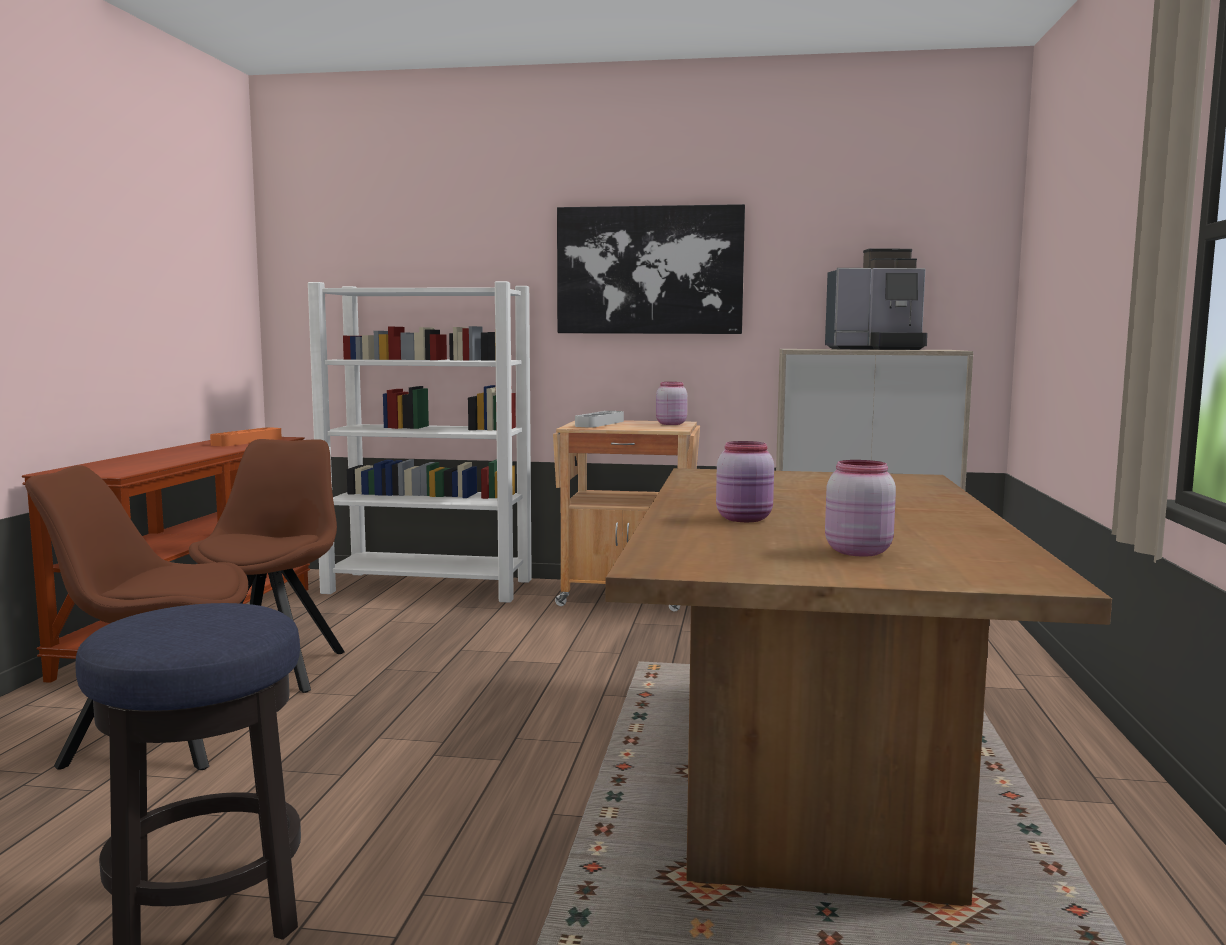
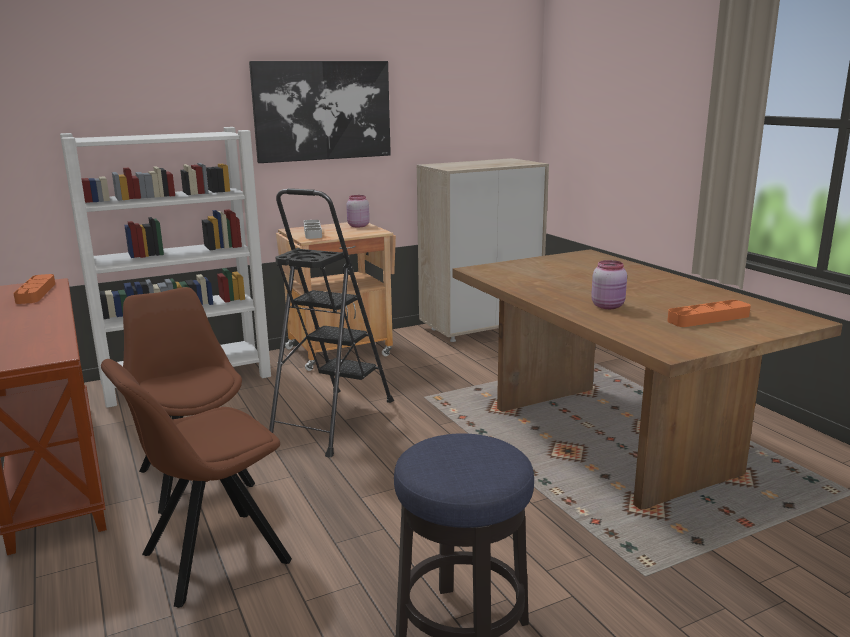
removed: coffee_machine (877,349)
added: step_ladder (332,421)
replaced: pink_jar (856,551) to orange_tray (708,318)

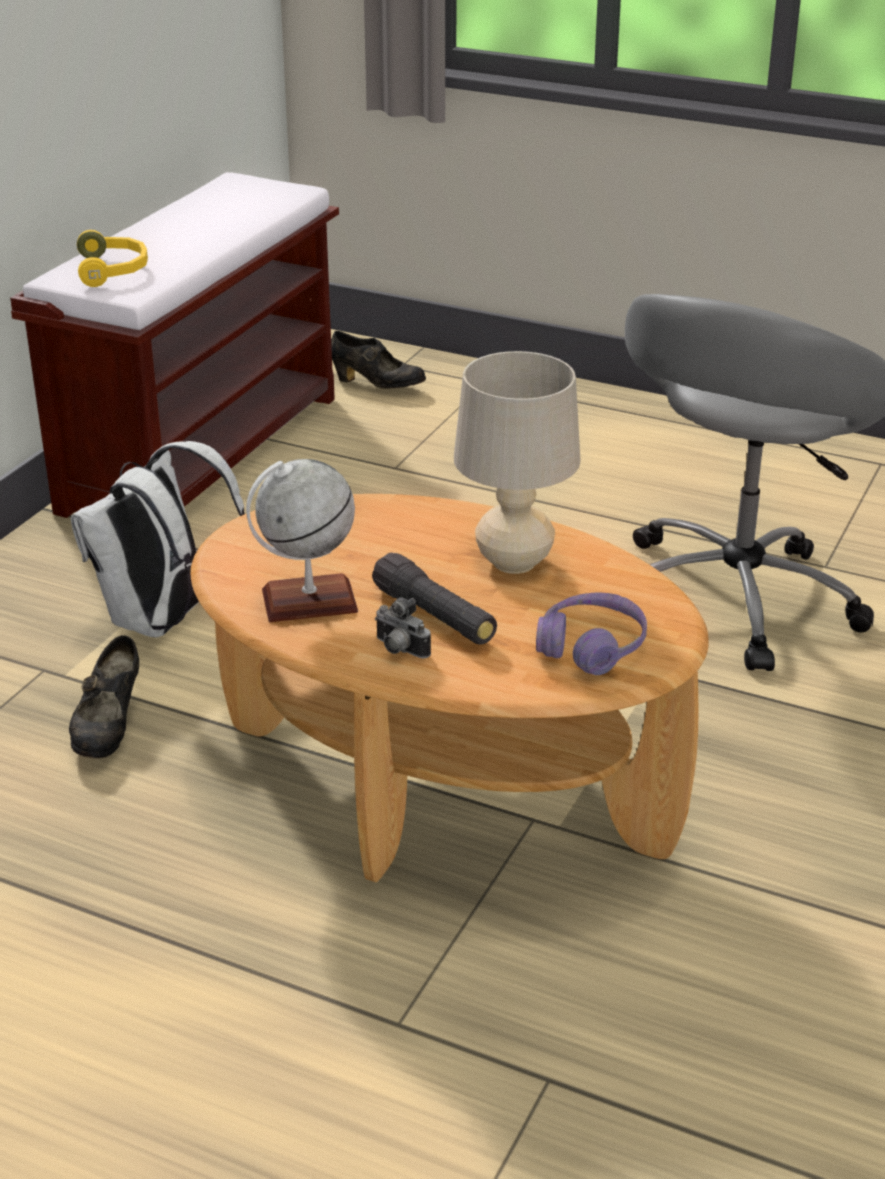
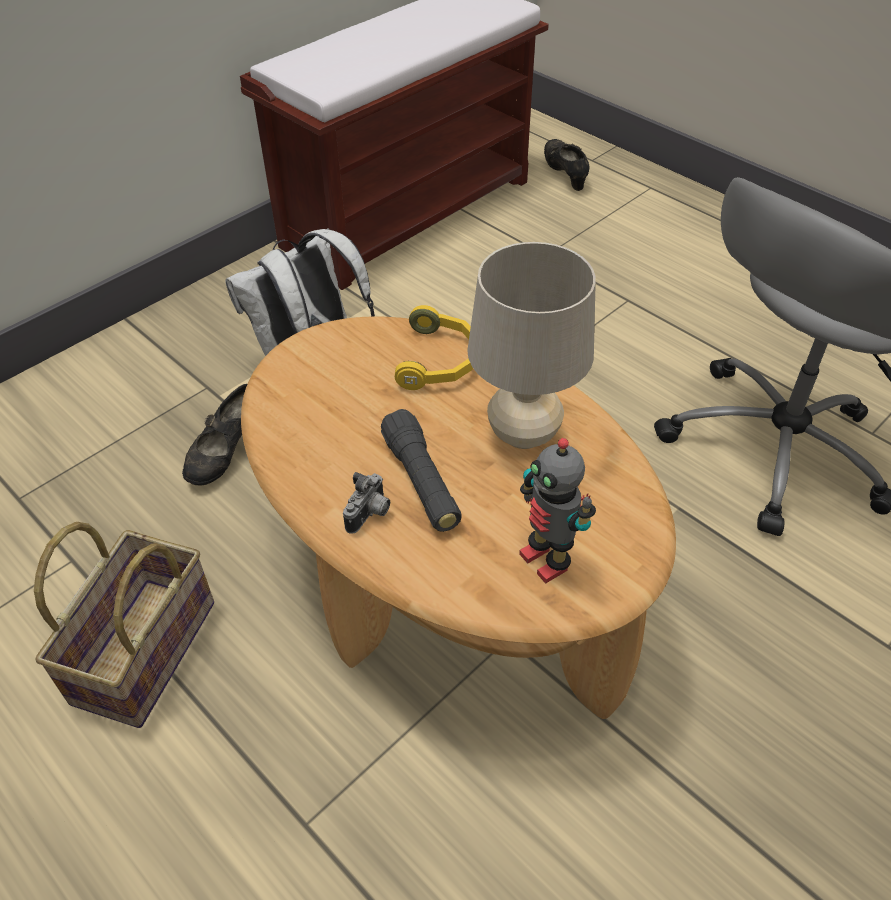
removed: globe (309,601)
added: basket (143,650)
moved: yellow_headphones (114,270) to (440,360)
replaced: purple_headphones (591,647) to toy_robot (546,560)
turned: photo_camera (399,650) = (370,515) 120 degrees counterclockwise; black_shoe (377,385) = (565,175) 150 degrees counterclockwise

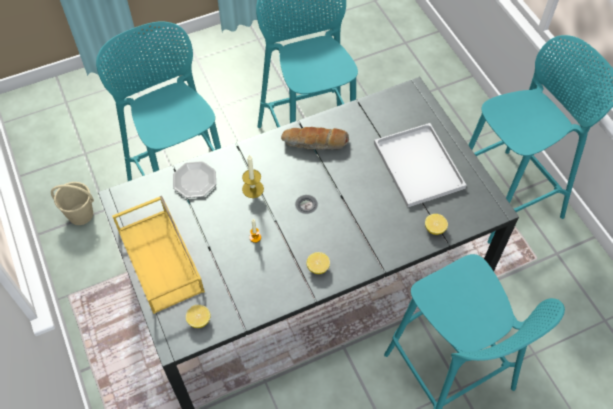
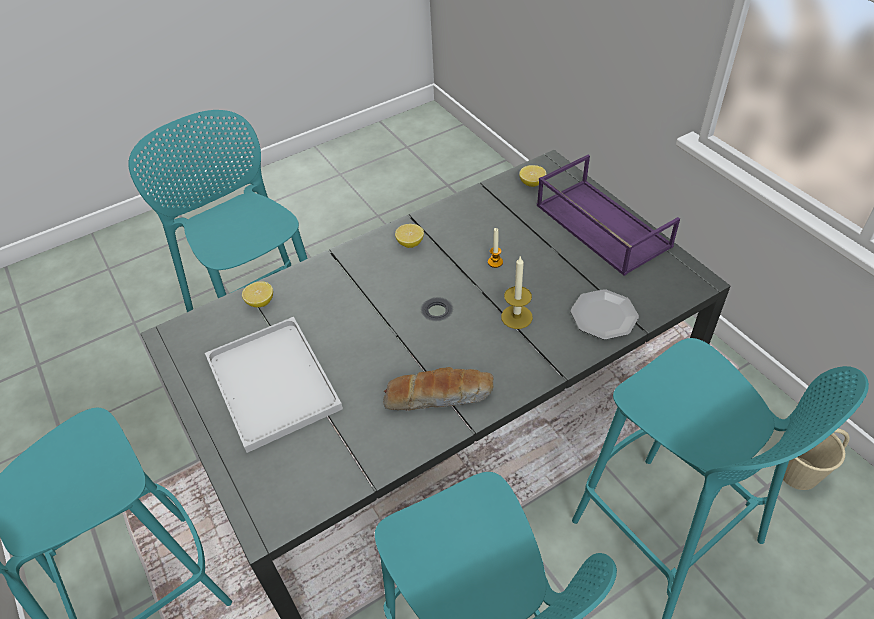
recoloured: yellow_tray (161,260) to purple_tray (600,225)

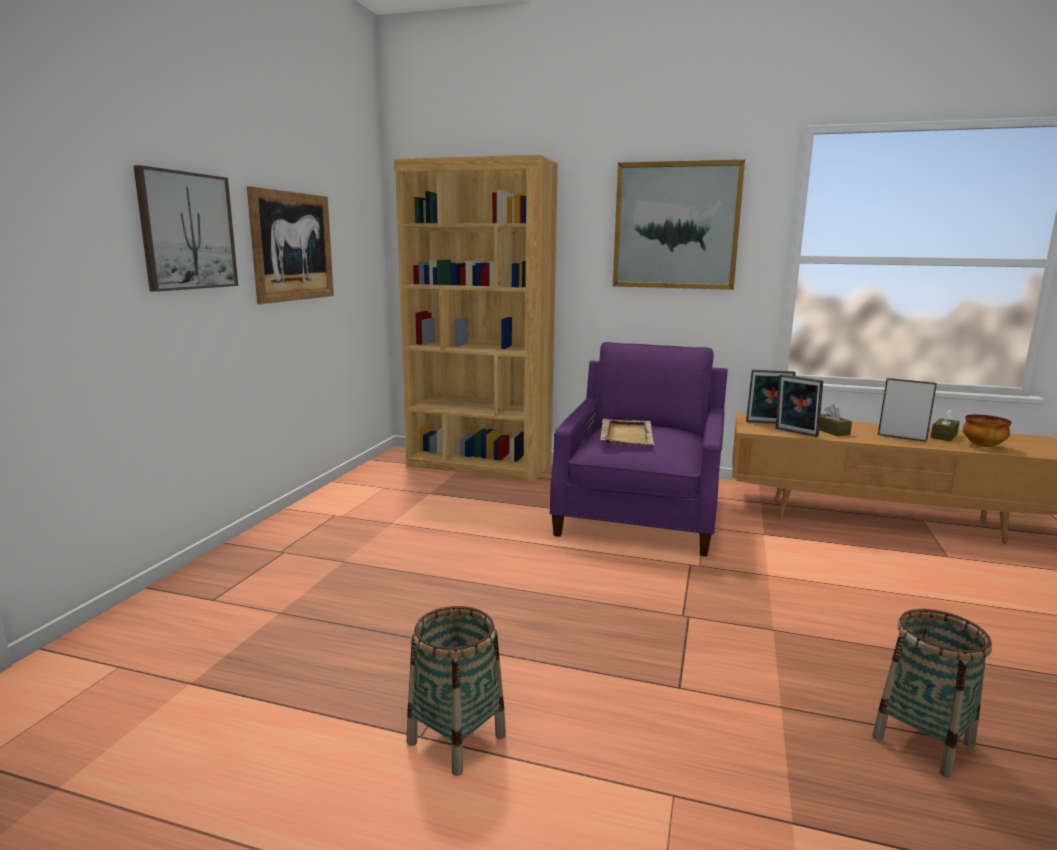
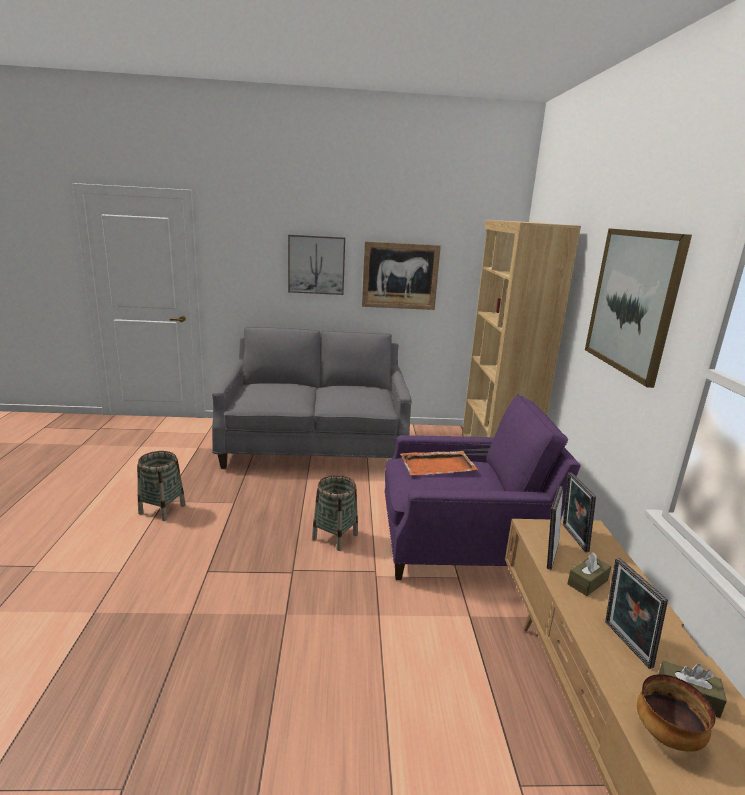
added: grey_sofa (315,445)
moved: basket (922,740) to (335,537)
recoloured: beige_tray (626,434) to orange_tray (438,465)
turned: picture_frame (902,437) = (624,644) 150 degrees clockwise

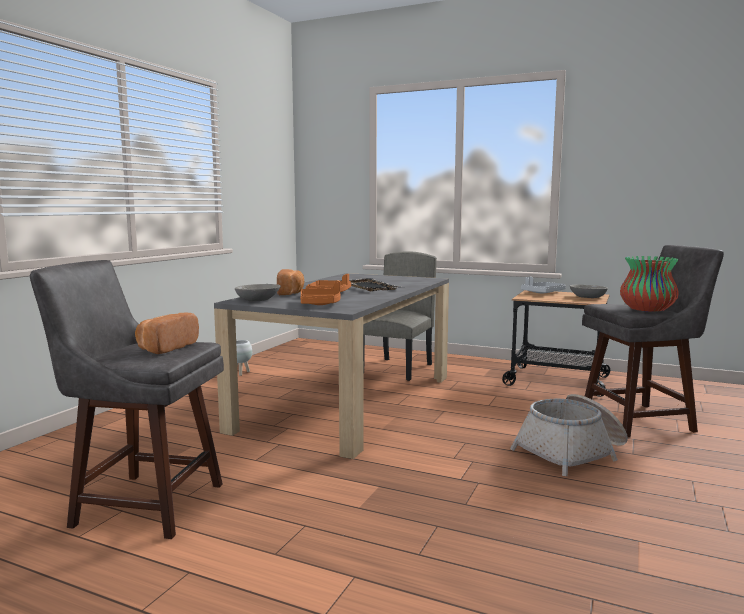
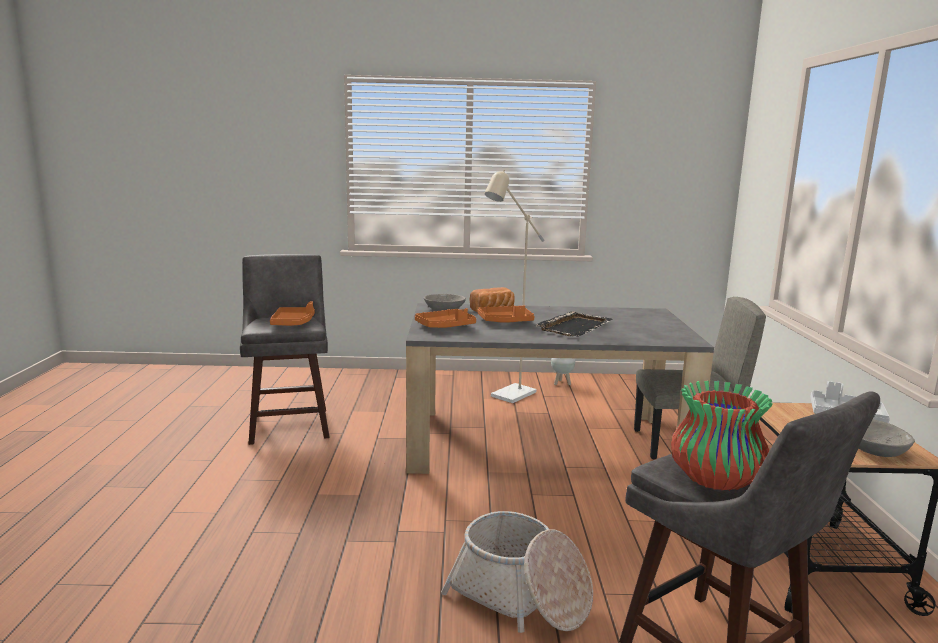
added: beige_floor_lamp (508,396)
replaced: bread (165,347) to orange_tray (293,323)

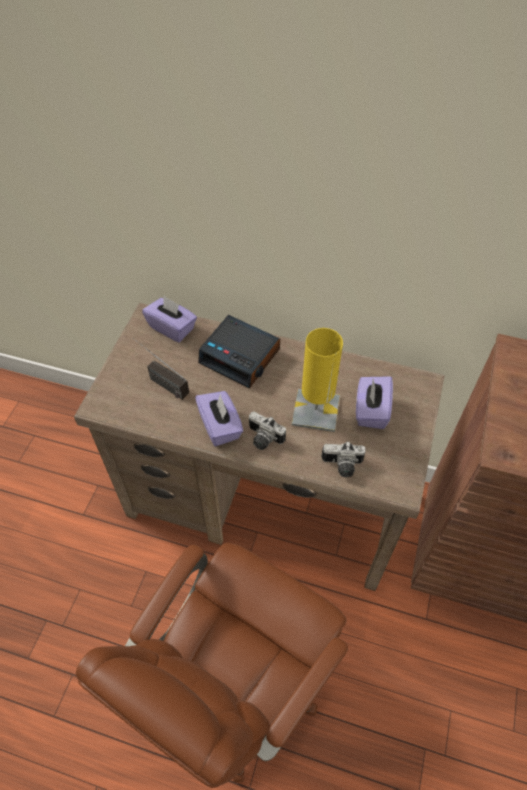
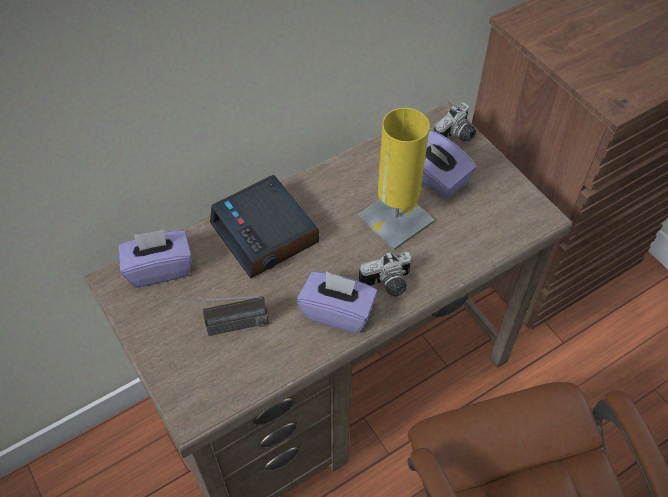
moved: photo_camera (342,466) to (456,136)
turned: alarm_clock (241,356) = (266,233) 75 degrees clockwise

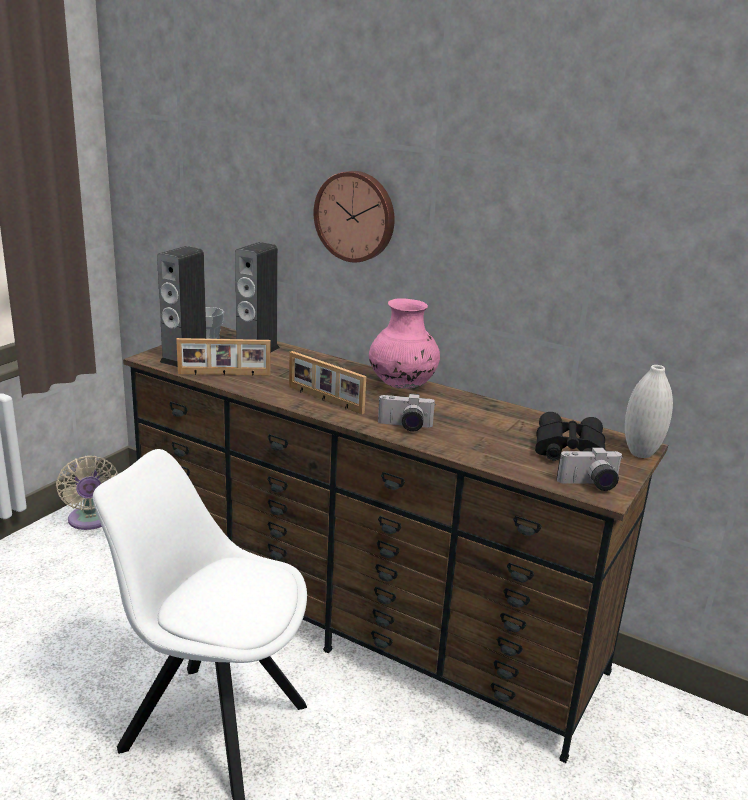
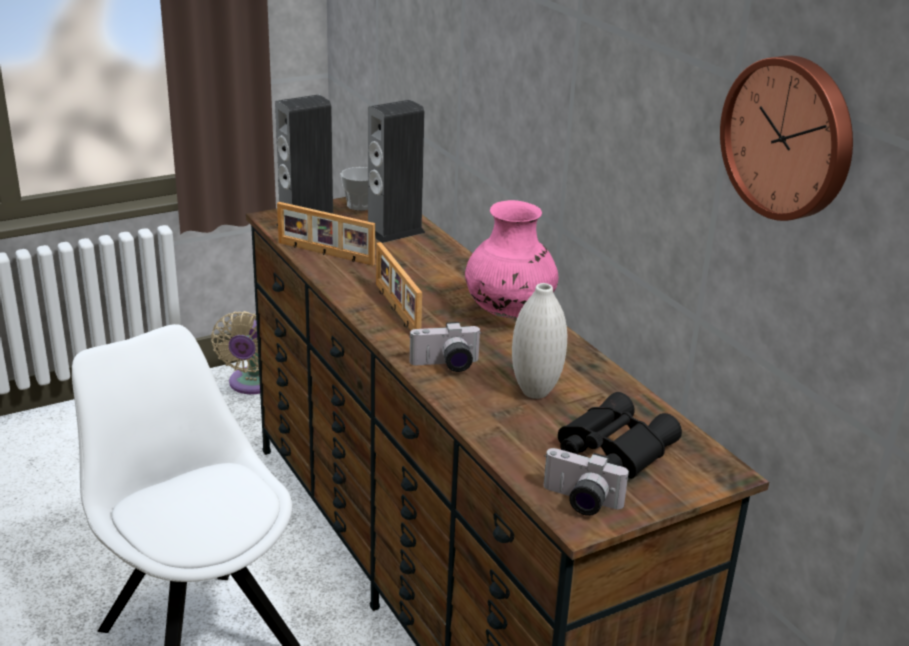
moved: white_vase (640,453) to (535,392); wall_clock (356,216) to (790,137)
turned: photo_camera (404,427) = (446,365) 45 degrees counterclockwise

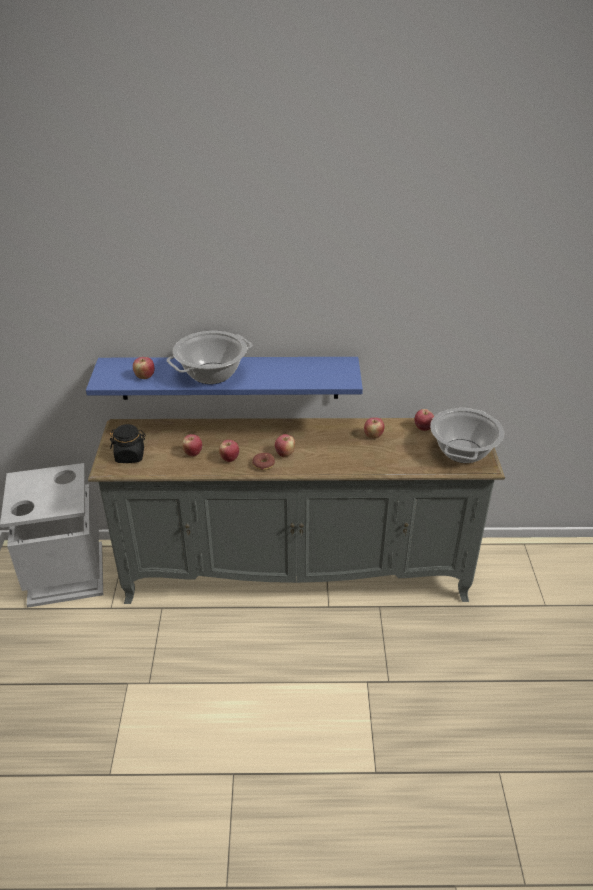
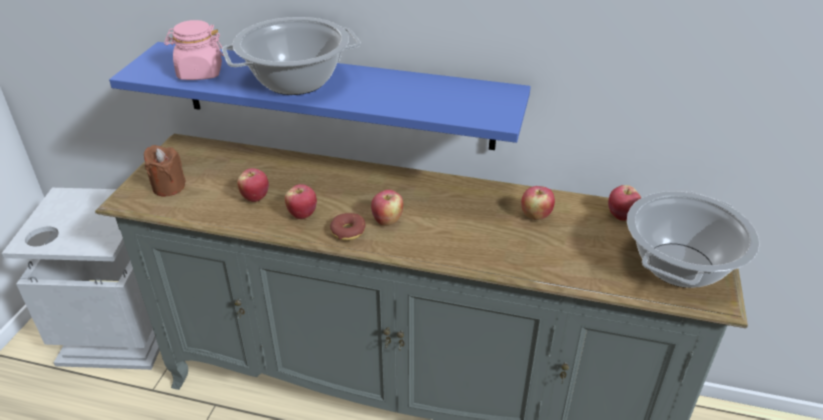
replaced: black_jar (130,456) to brown_candle (168,187); apple (145,376) to pink_jar (200,73)

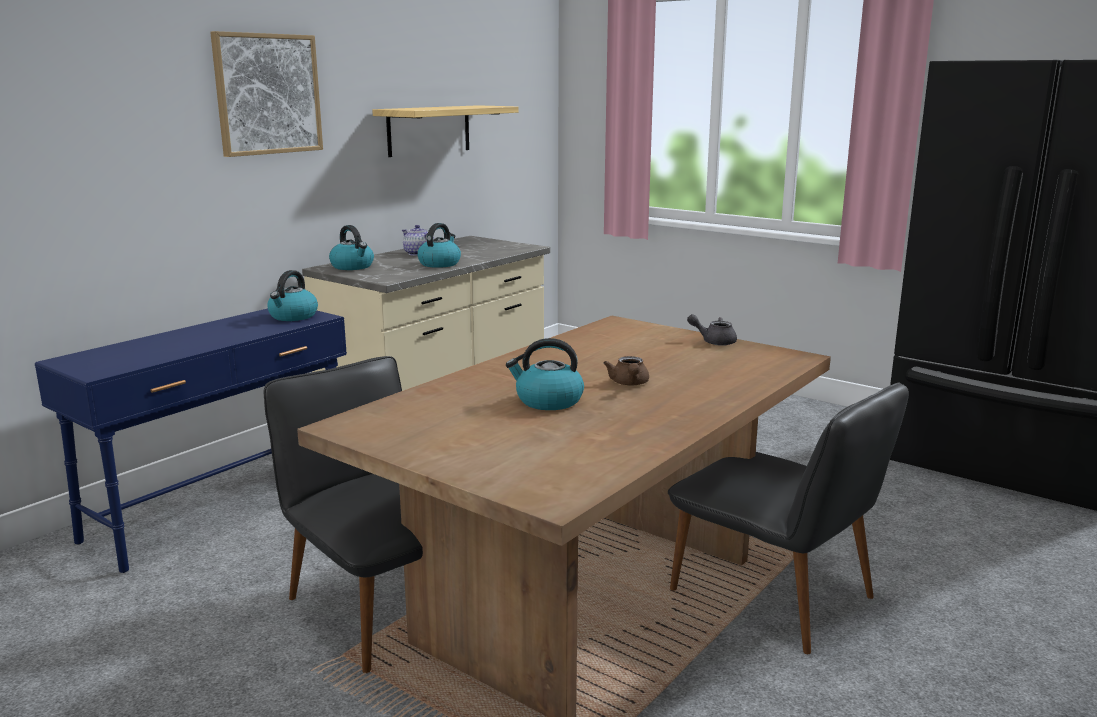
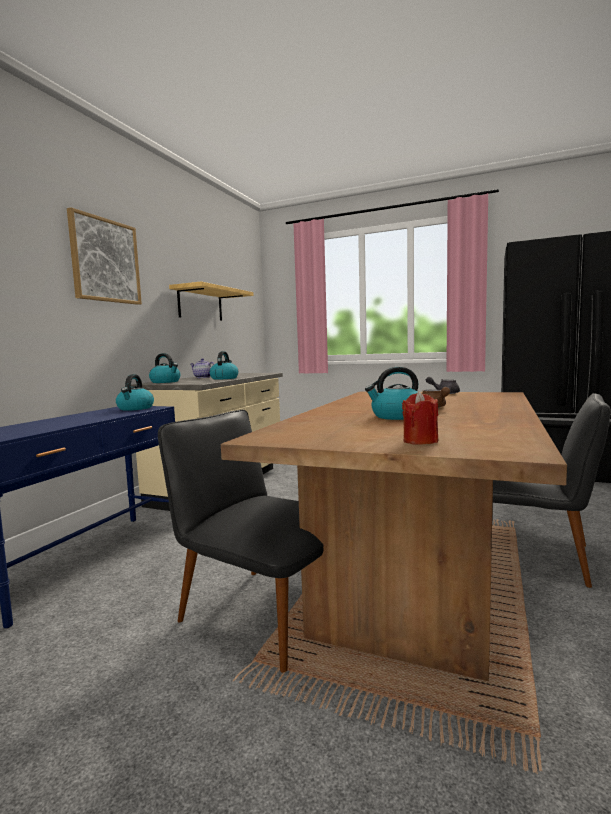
added: red_candle (420,441)

